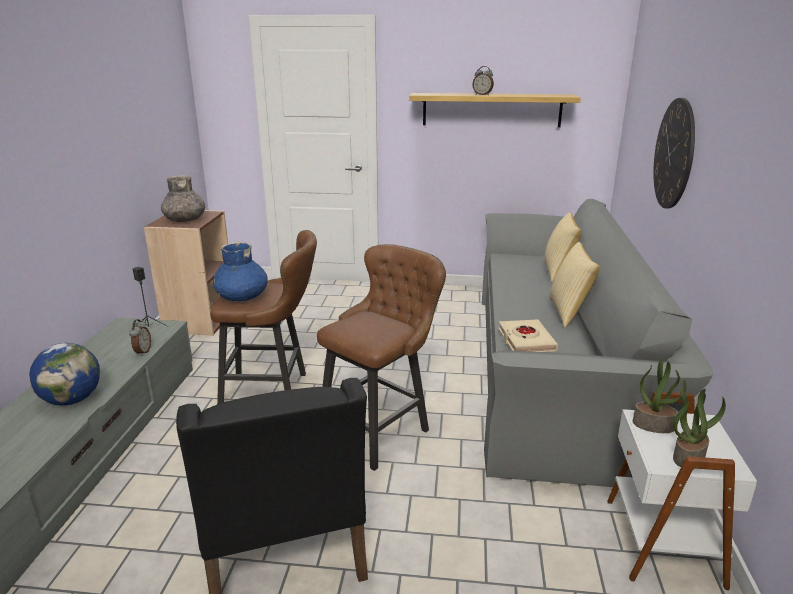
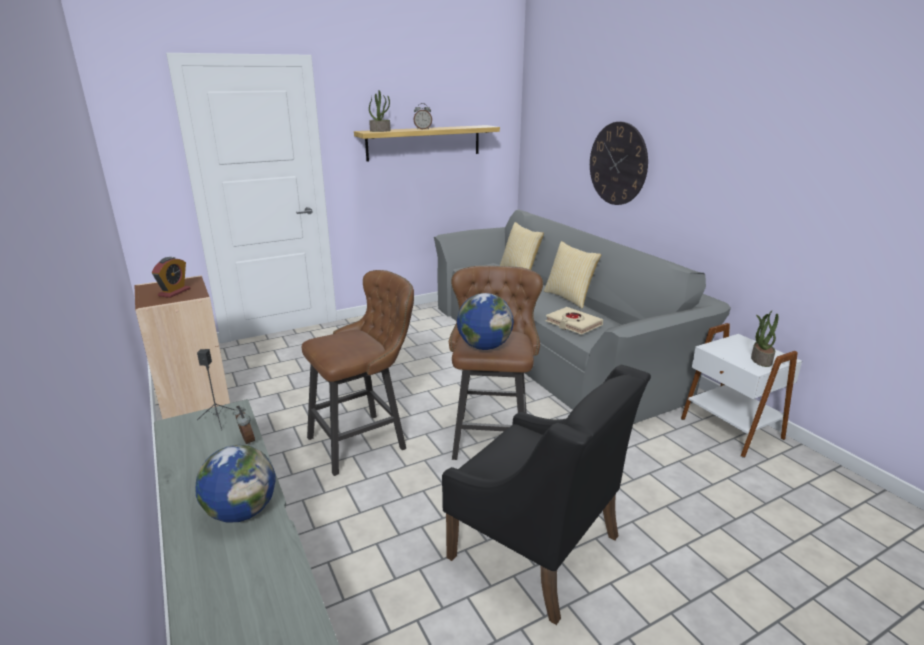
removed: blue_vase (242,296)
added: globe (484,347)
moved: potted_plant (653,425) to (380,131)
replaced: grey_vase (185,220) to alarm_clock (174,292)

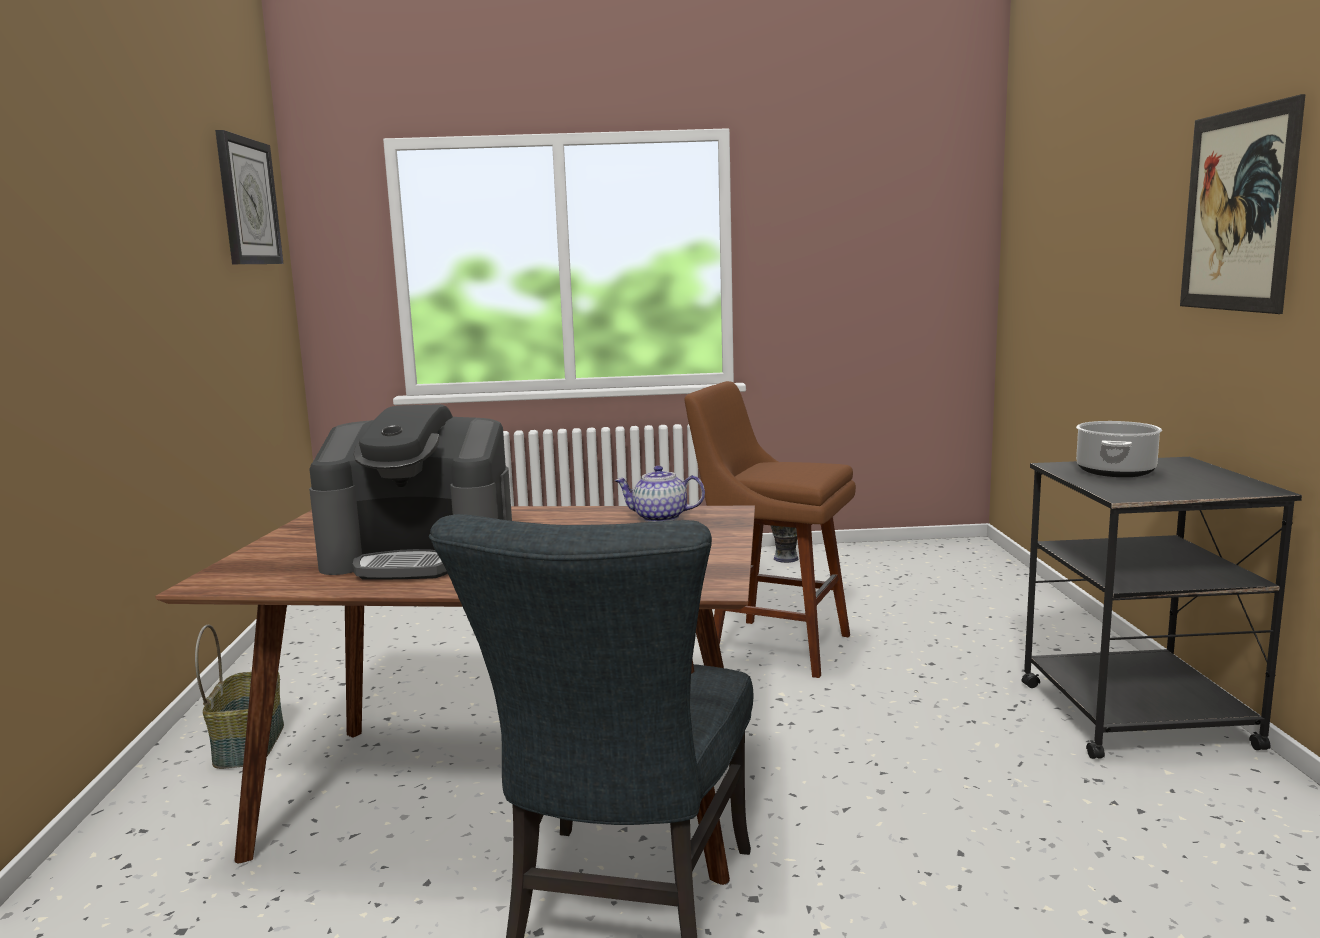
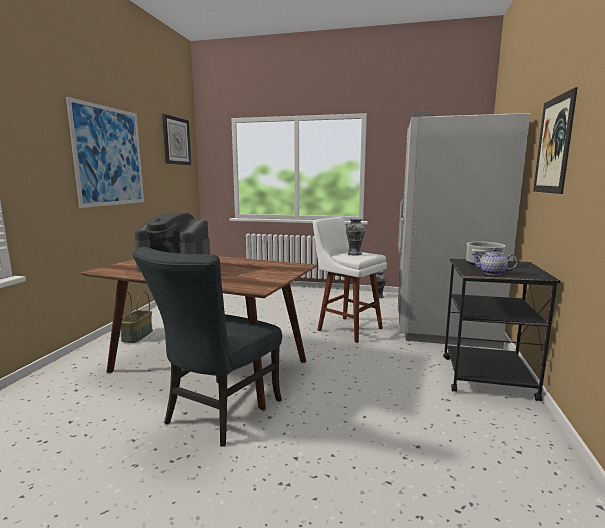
added: picture (109,156); vase (354,254); white_fridge (441,323)
moved: teapot (659,518) to (492,273)
recoloured: brown_stool (772,646) to white_stool (347,328)

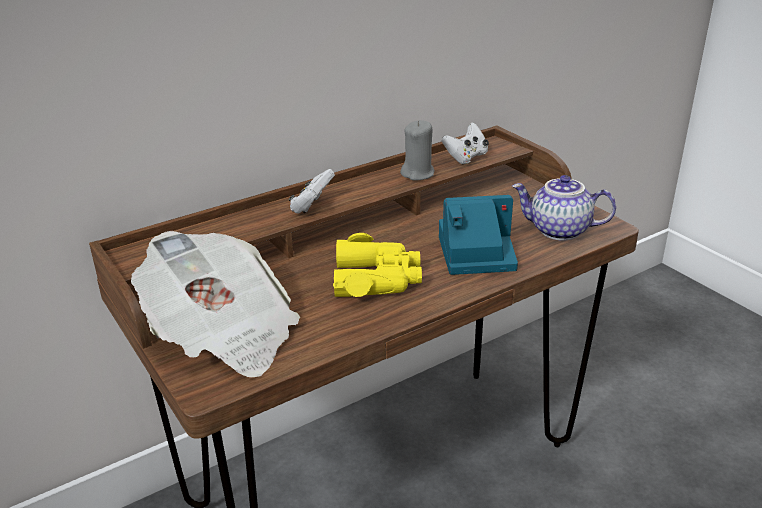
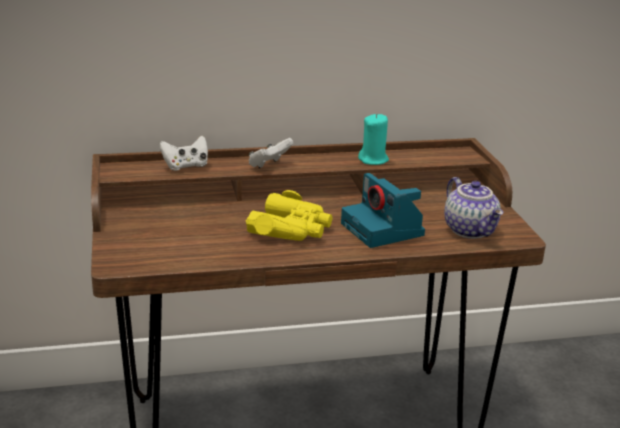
removed: newspaper (224,335)
moved: white_game_controller (466,157) to (186,166)
recoloured: grey_candle (418,174) to turquoise_candle (373,160)
turned: photo_camera (474,253) = (384,230) 135 degrees counterclockwise; teapot (558,231) = (471,230) 150 degrees counterclockwise

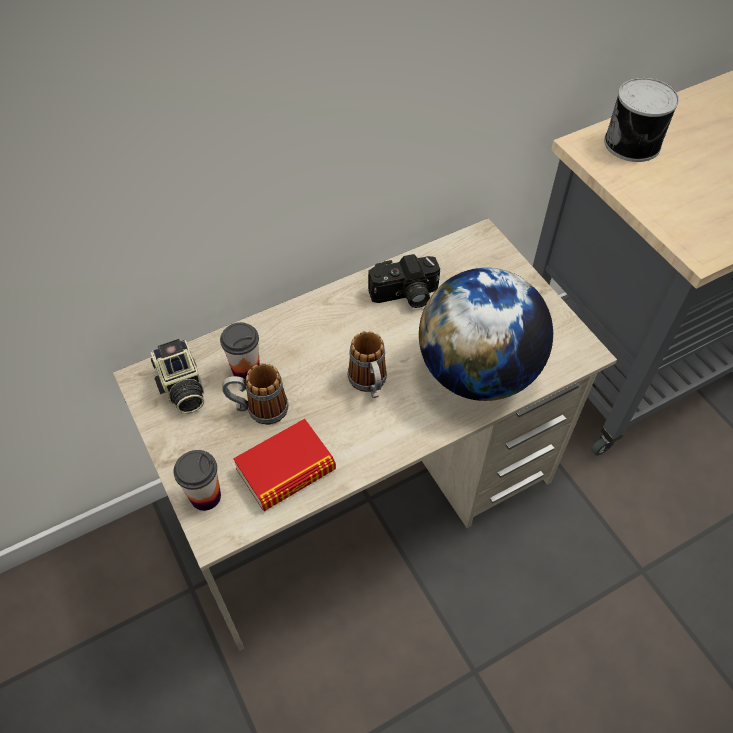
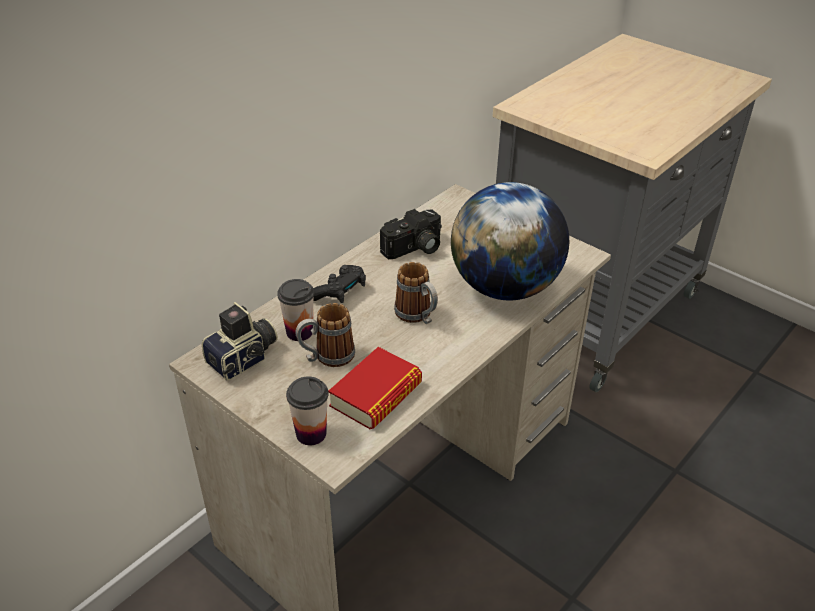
removed: can (634,143)
added: black_game_controller (340,292)
turned: photo_camera (181,388) = (244,359) 90 degrees counterclockwise

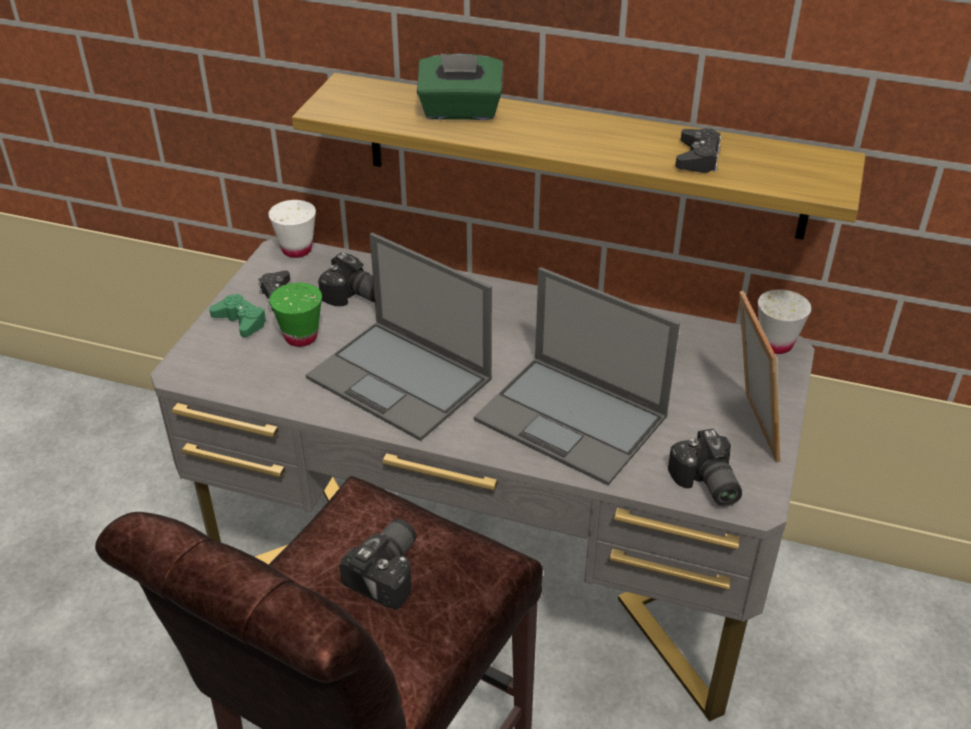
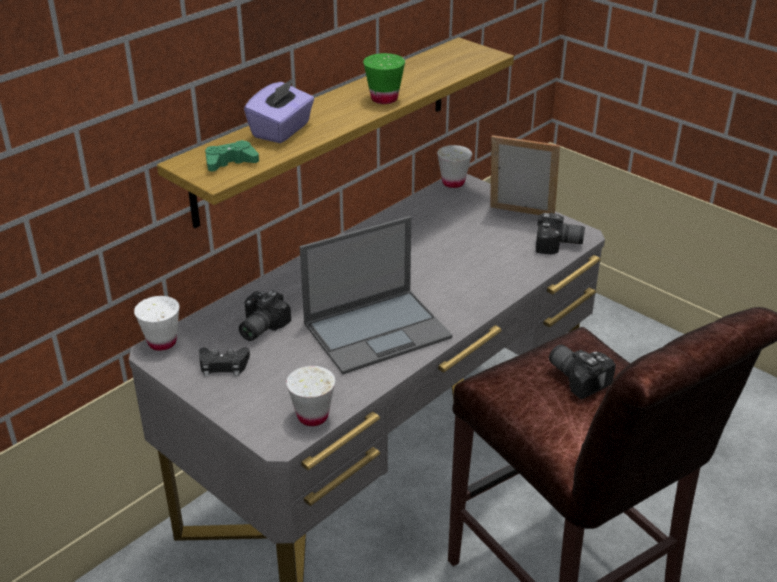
removed: laptop (573,419); black_game_controller (698,158)
added: white_cup (312,416)
moved: green_game_controller (241,321) to (230,162); green_cup (301,337) to (384,99)
recoloured: green_tissue_box (460,111) to purple_tissue_box (282,130)
turned: photo_camera (355,297) = (259,327) 150 degrees clockwise

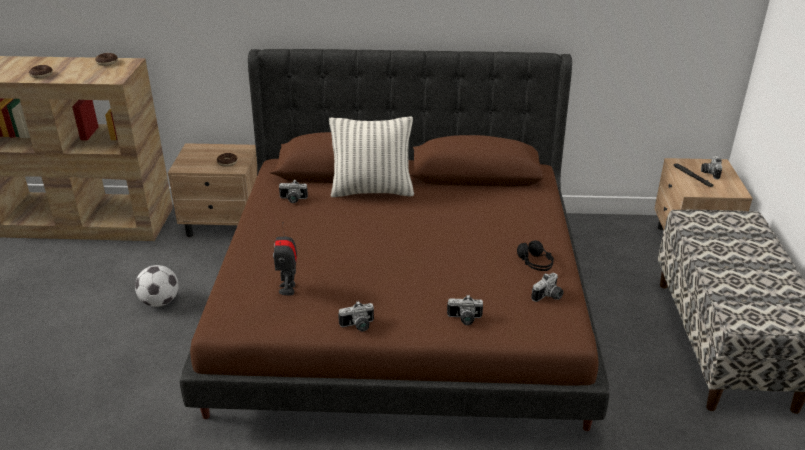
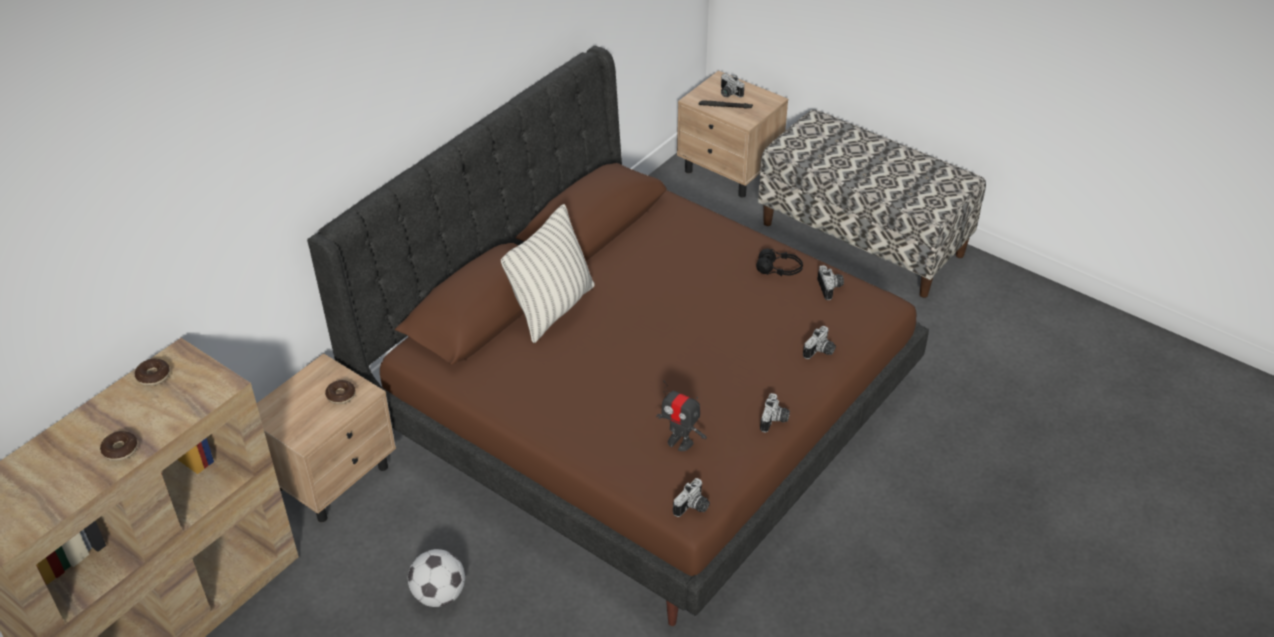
moved: photo_camera (292,200) to (693,507)

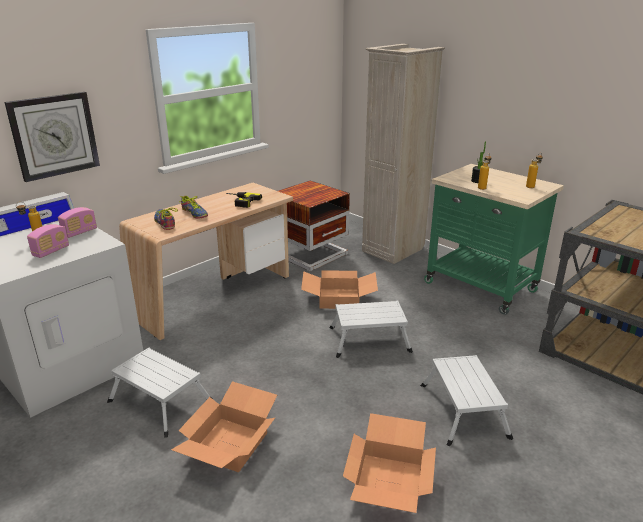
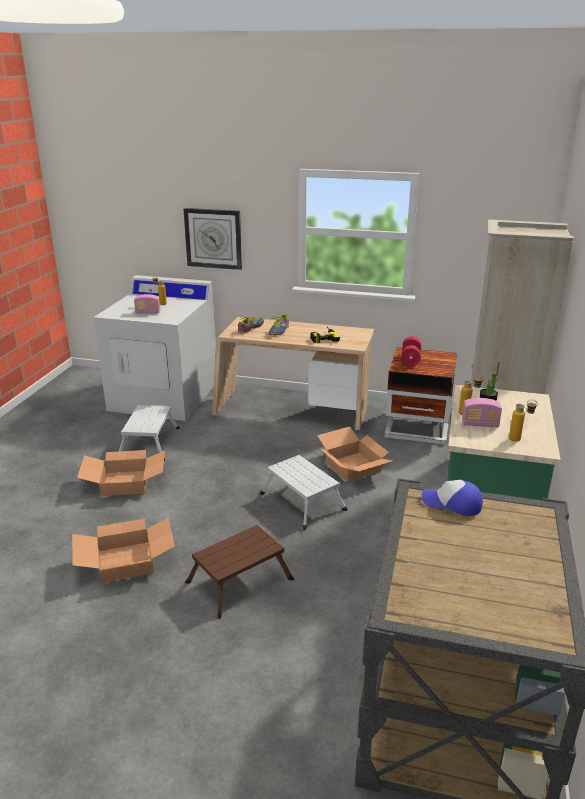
added: red_dumbbell (410,359); cap (452,503)
moved: radio (79,232) to (480,424)
recoloured: white_step_ladder (463,410) to brown_step_ladder (240,580)

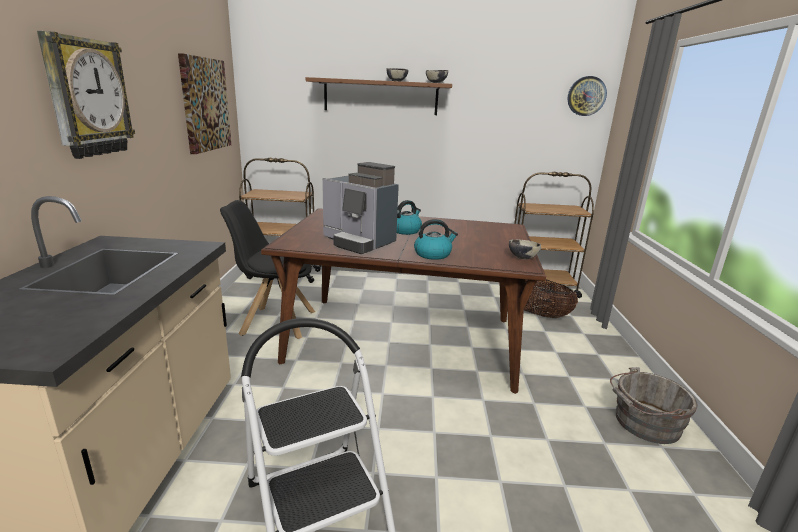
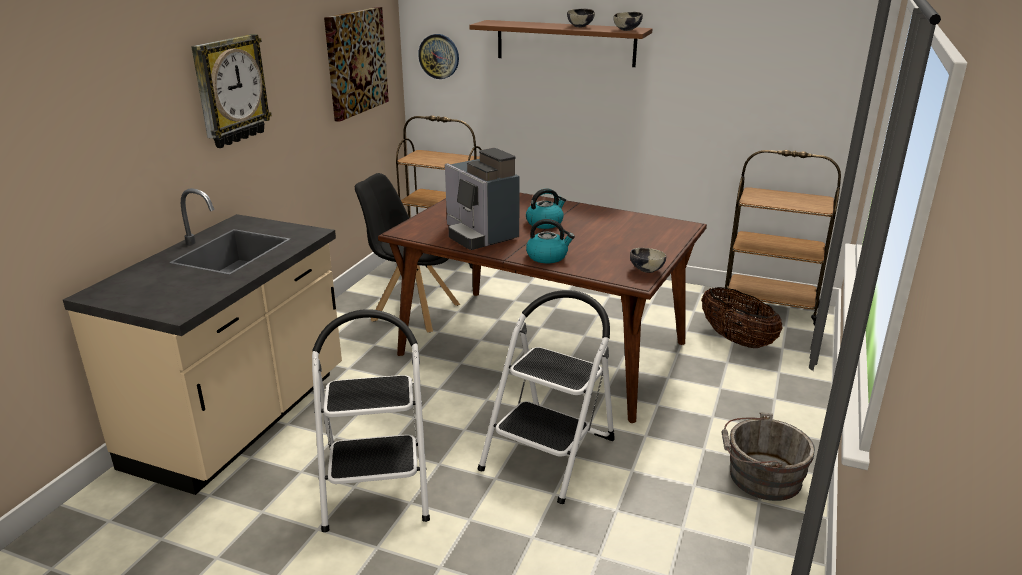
added: step_ladder (551,452)
moved: wall_clock (586,96) to (439,56)

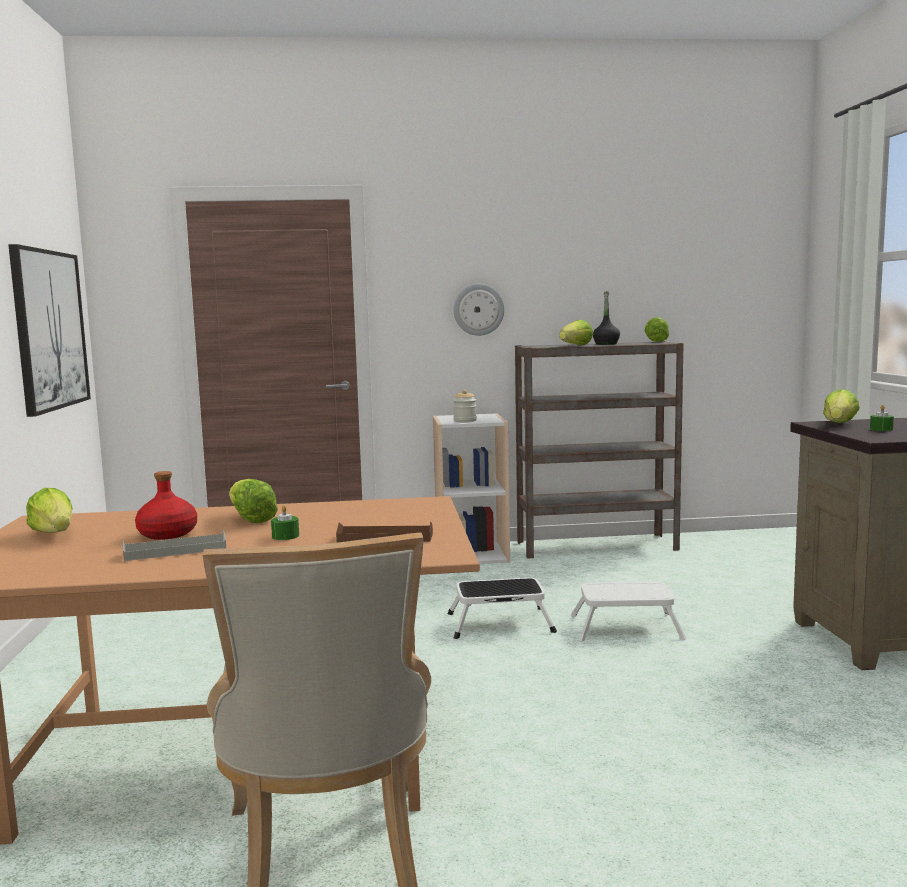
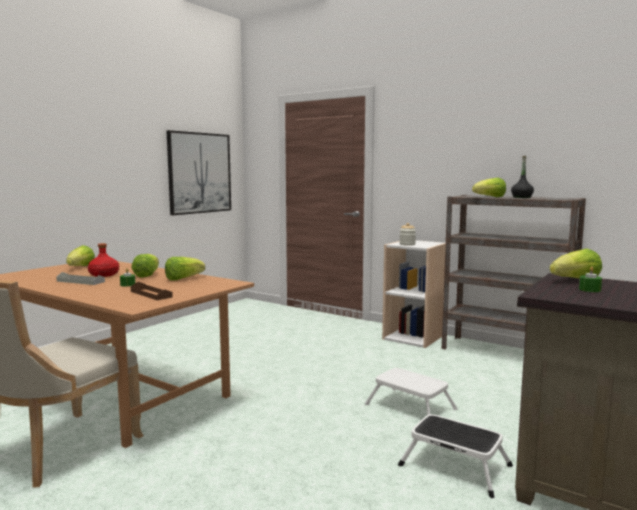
removed: wall_clock (478,309)
moved: lettuce (657,341) to (183,279); black_step_ladder (500,623) to (455,466)

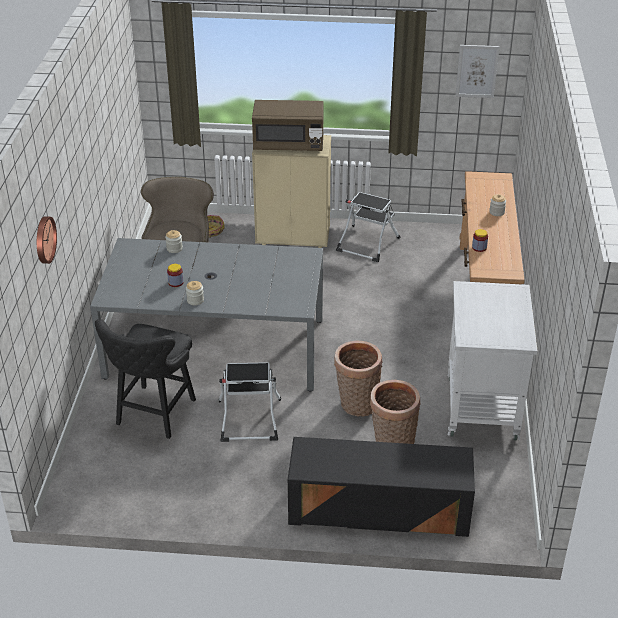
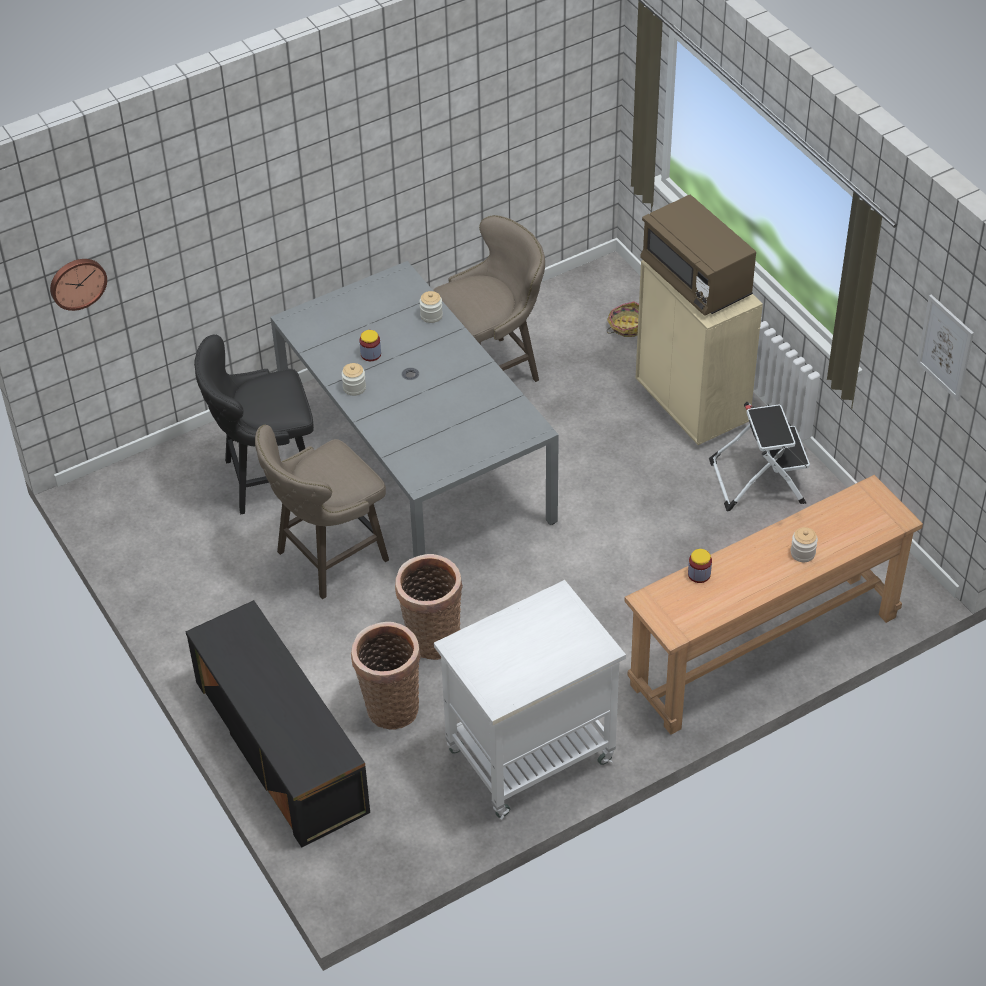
moved: wall_clock (44,239) to (77,282)
replaced: step_ladder (249,418) to beige_stool (328,558)

